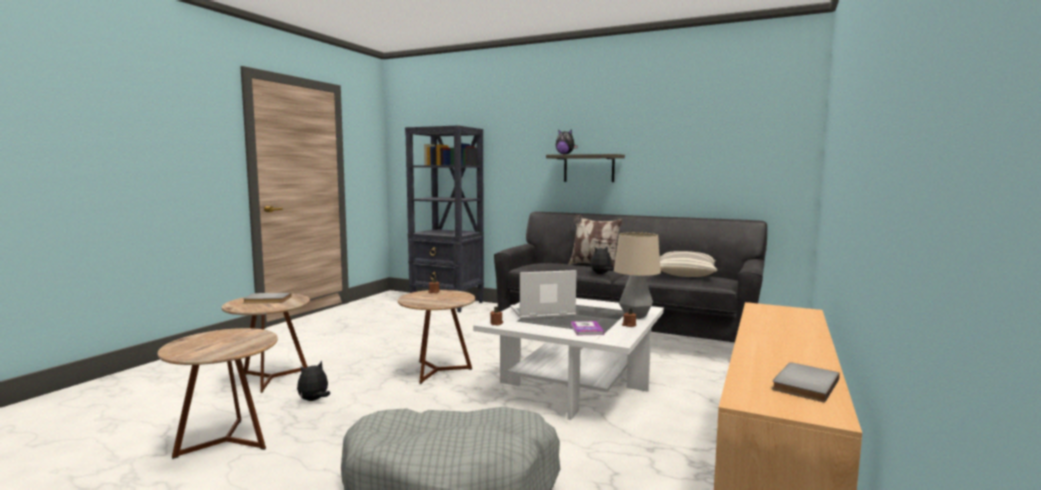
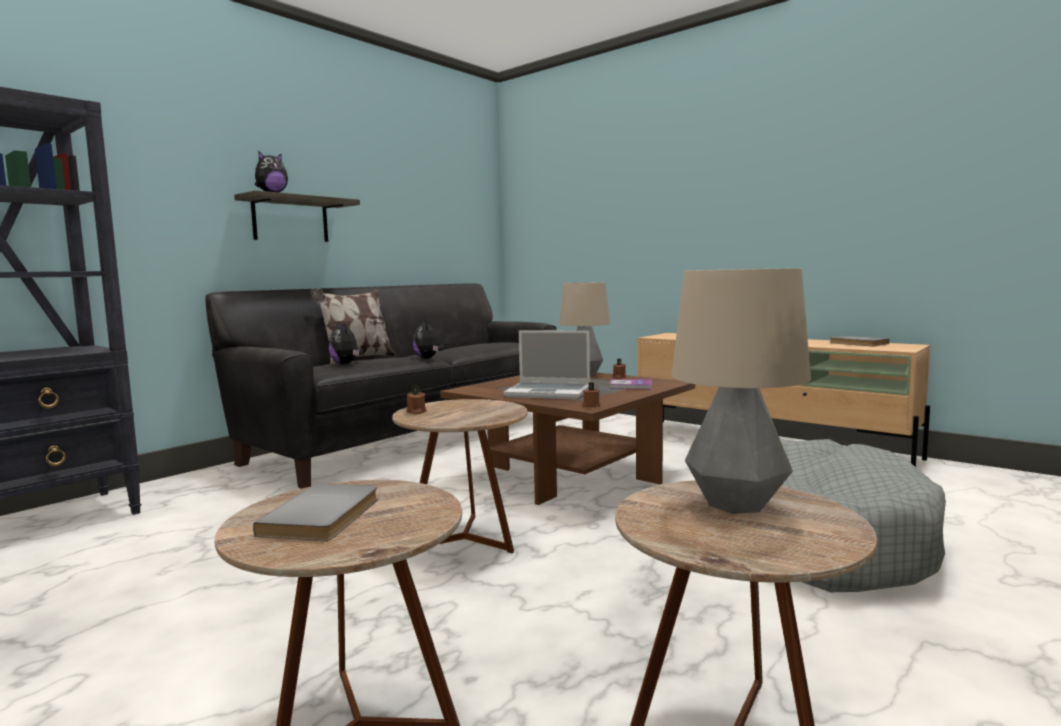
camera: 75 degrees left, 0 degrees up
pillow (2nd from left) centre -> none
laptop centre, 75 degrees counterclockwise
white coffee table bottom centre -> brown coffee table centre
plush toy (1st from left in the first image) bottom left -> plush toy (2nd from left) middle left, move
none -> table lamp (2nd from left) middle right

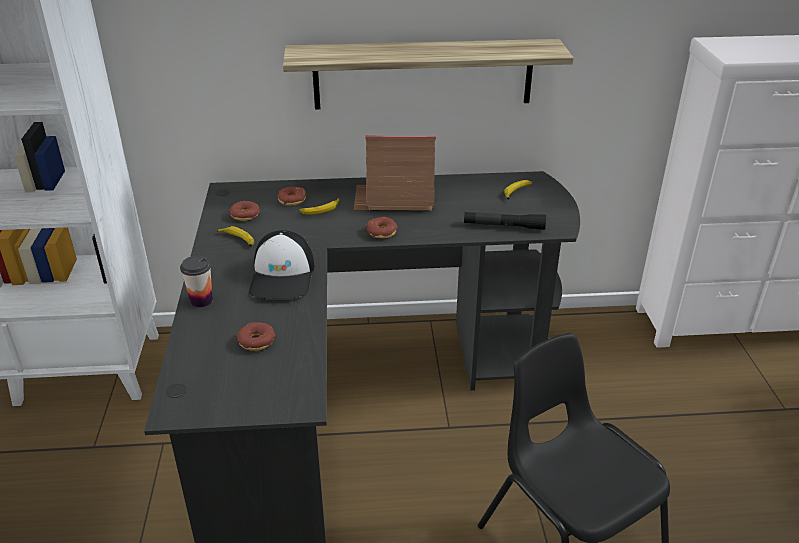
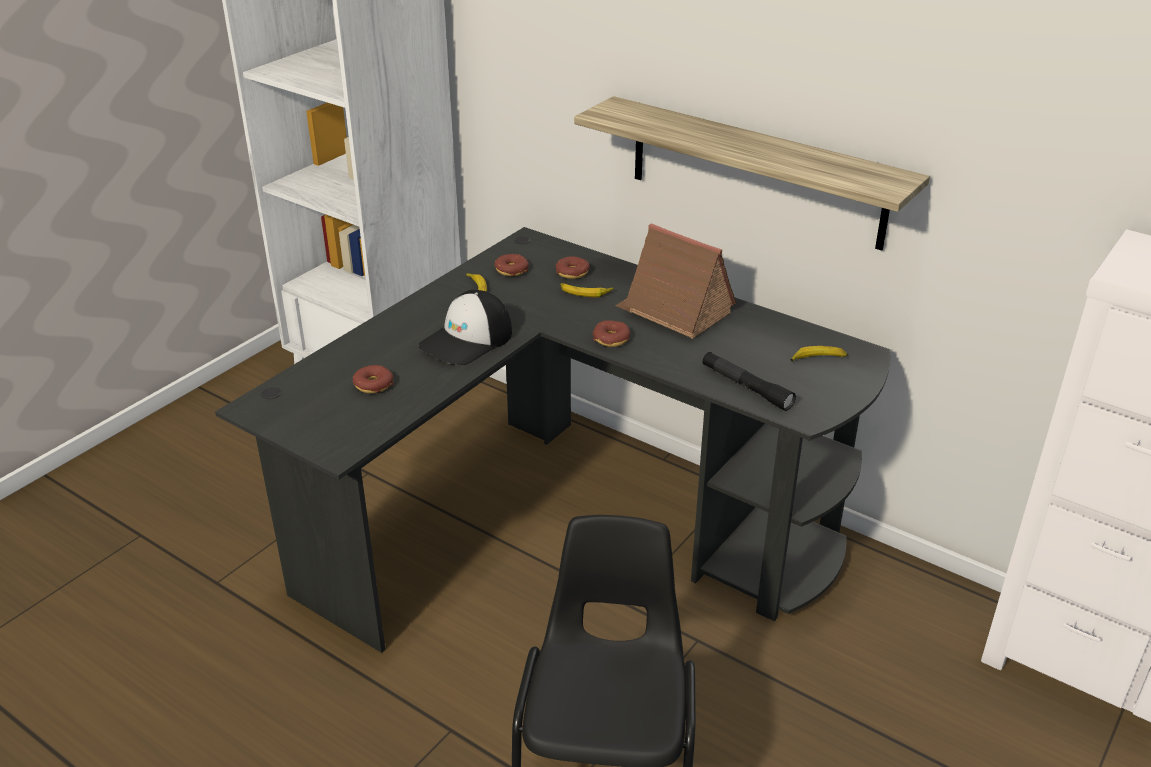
camera: 40 degrees right, 0 degrees up
cup middle left -> none

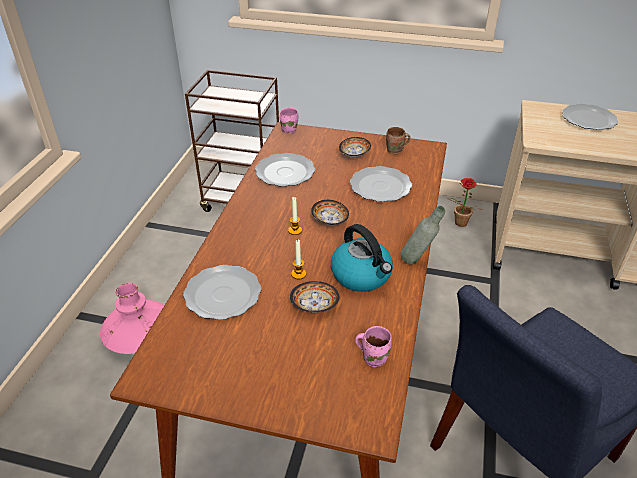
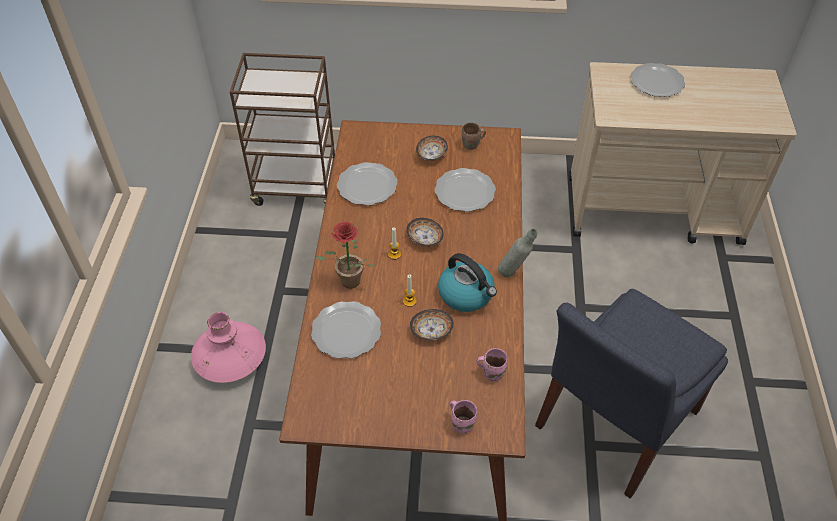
camera: 10 degrees left, 10 degrees up
pink mug (1st from left) top centre -> pink mug (1st from left) bottom centre, move
potted plant middle right -> potted plant centre, move

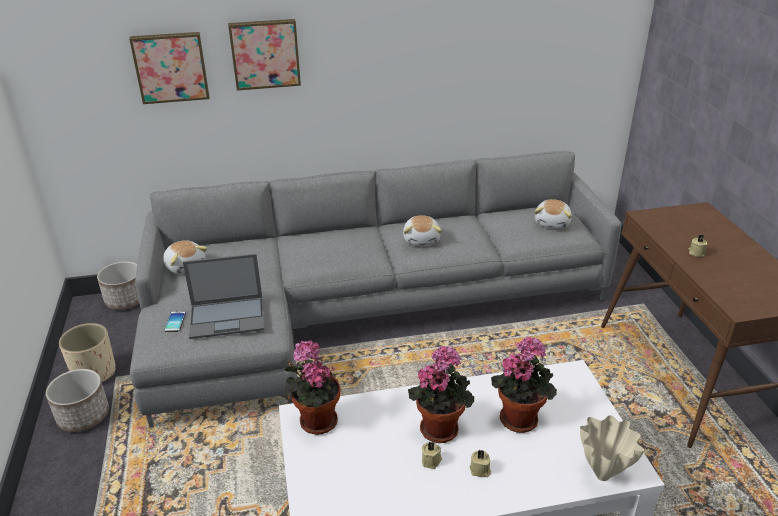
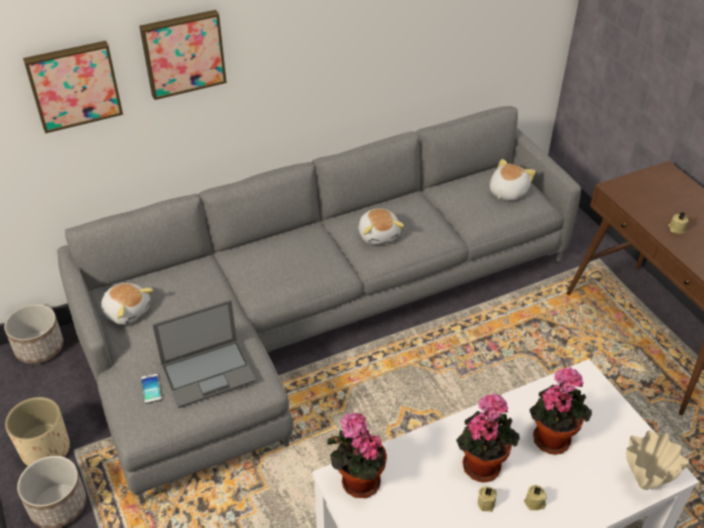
camera: 15 degrees left, 10 degrees up
plush toy (3rd from left) middle right, 150 degrees counterclockwise

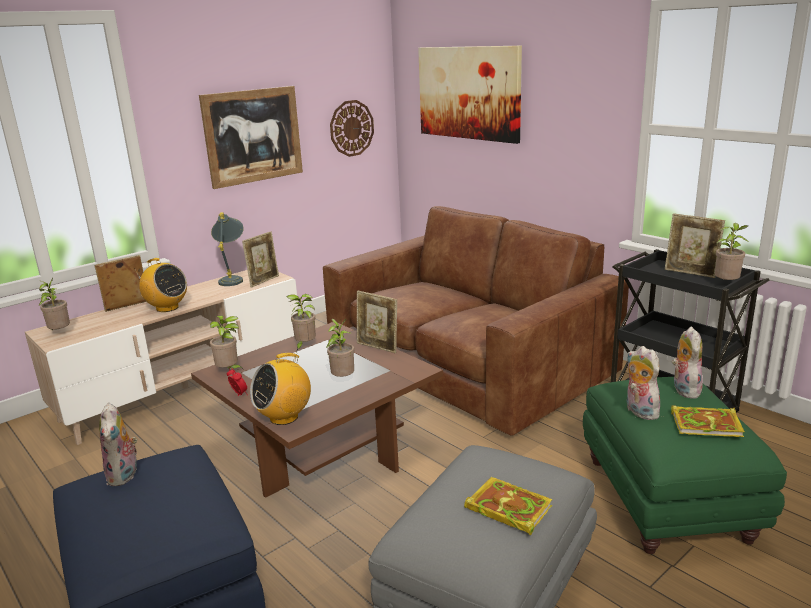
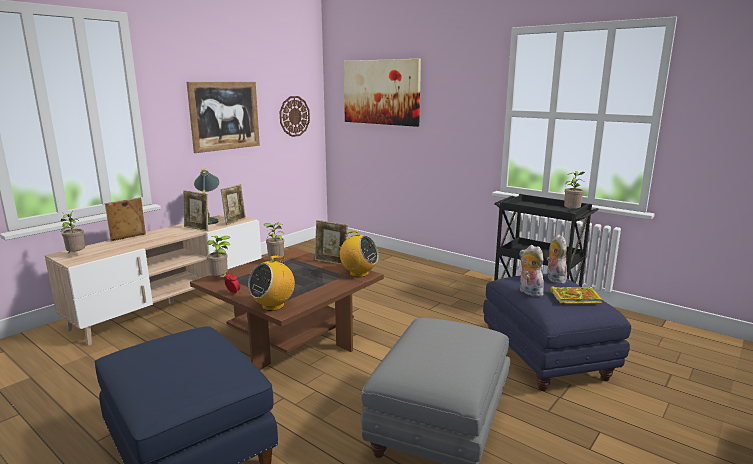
camera: 10 degrees left, 5 degrees down
brown sofa centre -> none
picture frame (4th from left in the first image) middle right -> picture frame (2nd from left) middle left, move
radio (1st from left in the first image) middle left -> radio (2nd from left) centre, move
potted plant (4th from left) centre -> none
green ottoman bottom right -> blue ottoman (2nd from left) bottom right
plush toy (1st from left) bottom left -> none
book (1st from left) bottom centre -> none

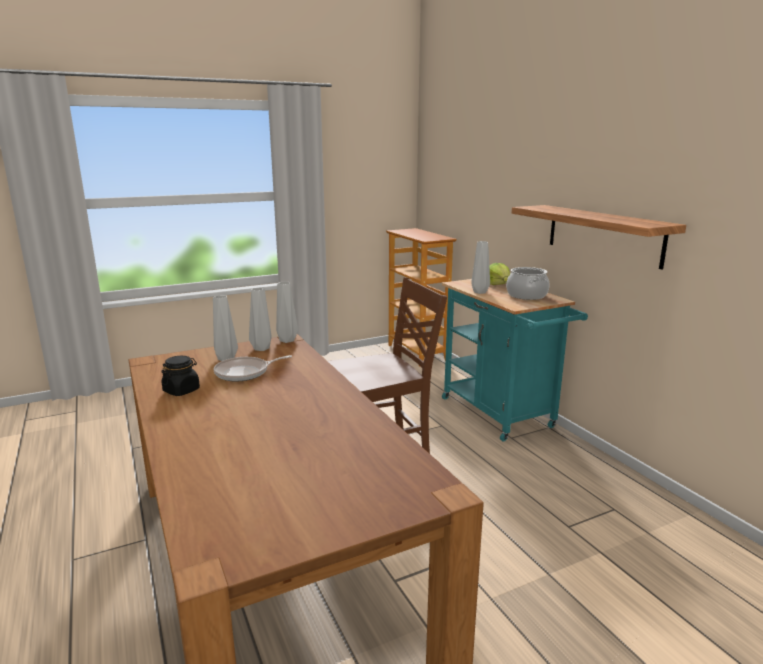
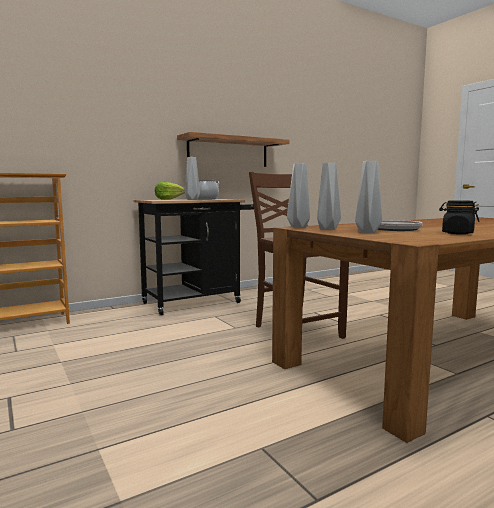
camera: 95 degrees left, 10 degrees down
turquoise cart middle right -> black cart centre

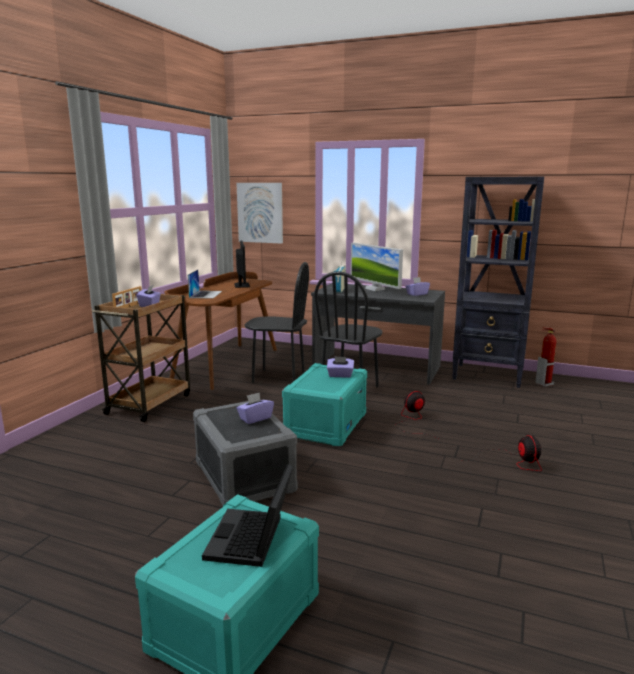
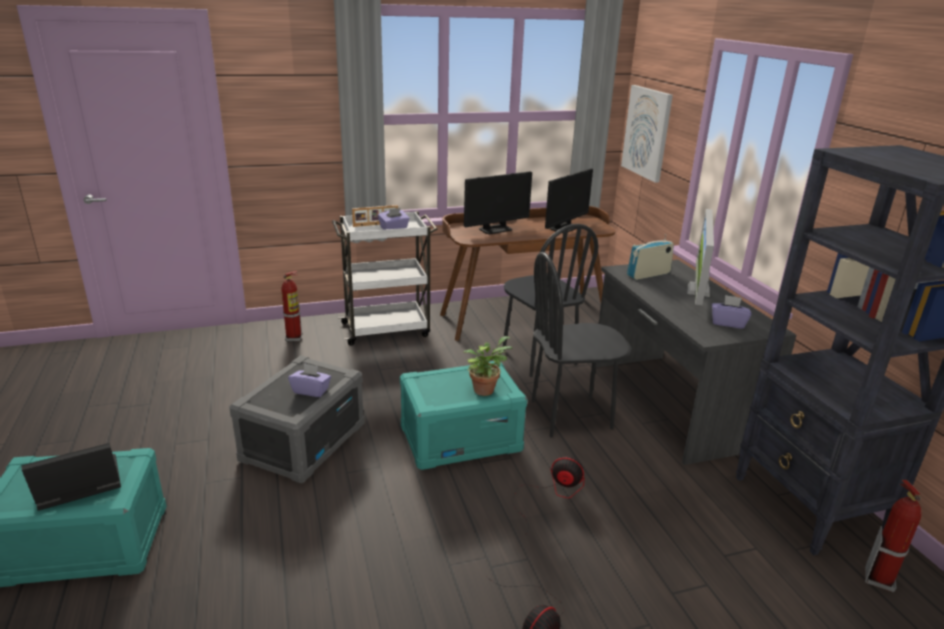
camera: 50 degrees right, 10 degrees up
laptop (1st from left) middle left -> monitor (1st from left) top centre
brown cart middle left -> white cart centre
purple tissue box (3rd from left) centre -> potted plant centre
none -> fire extinguisher (1st from left) middle left

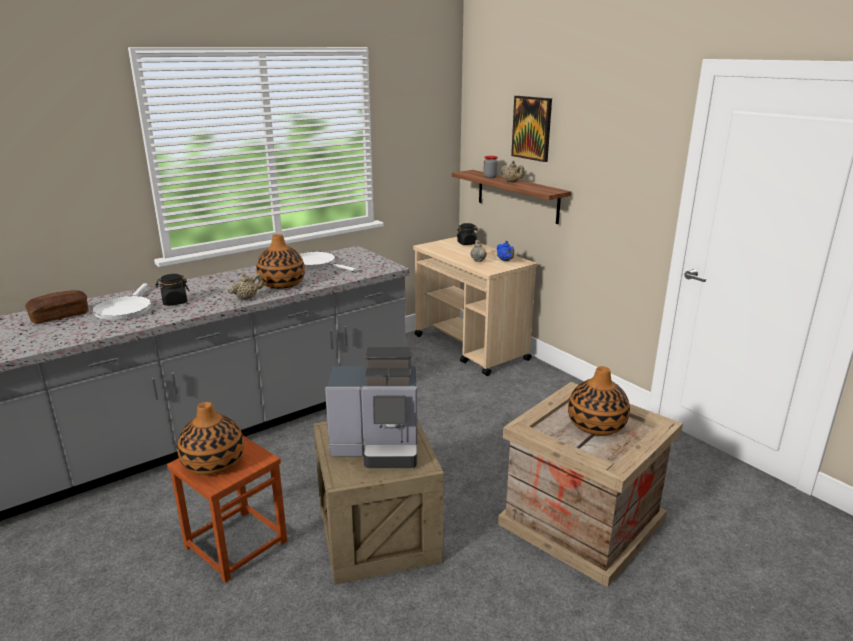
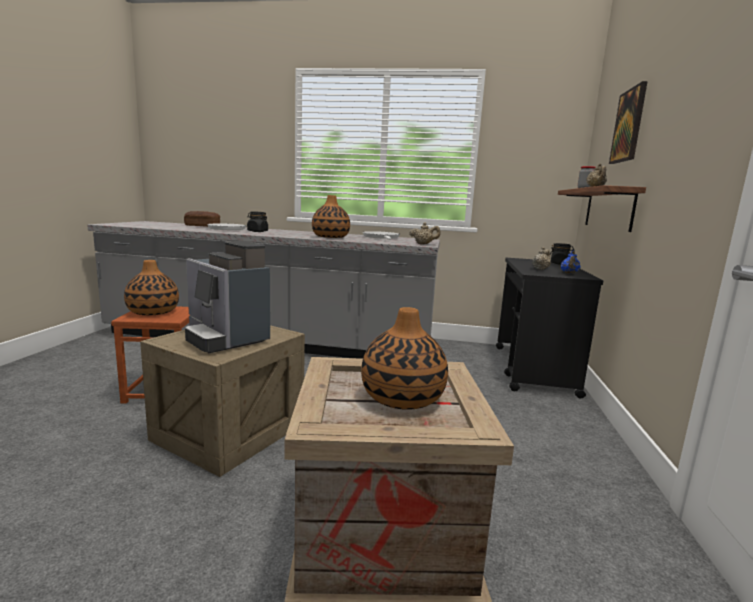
camera: 45 degrees right, 10 degrees down
beige cart centre -> black cart middle right
beige teapot (1st from left) middle left -> beige teapot (1st from left) centre, move

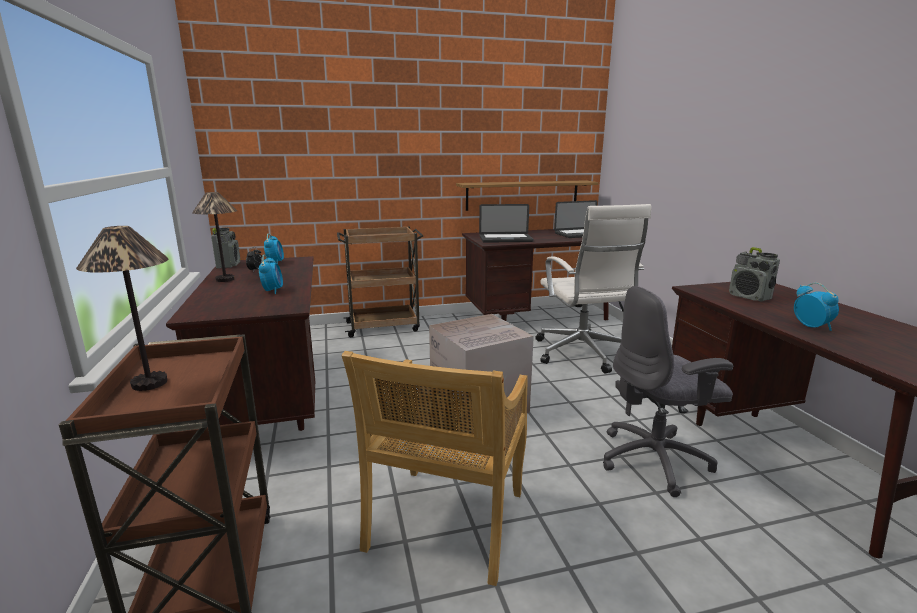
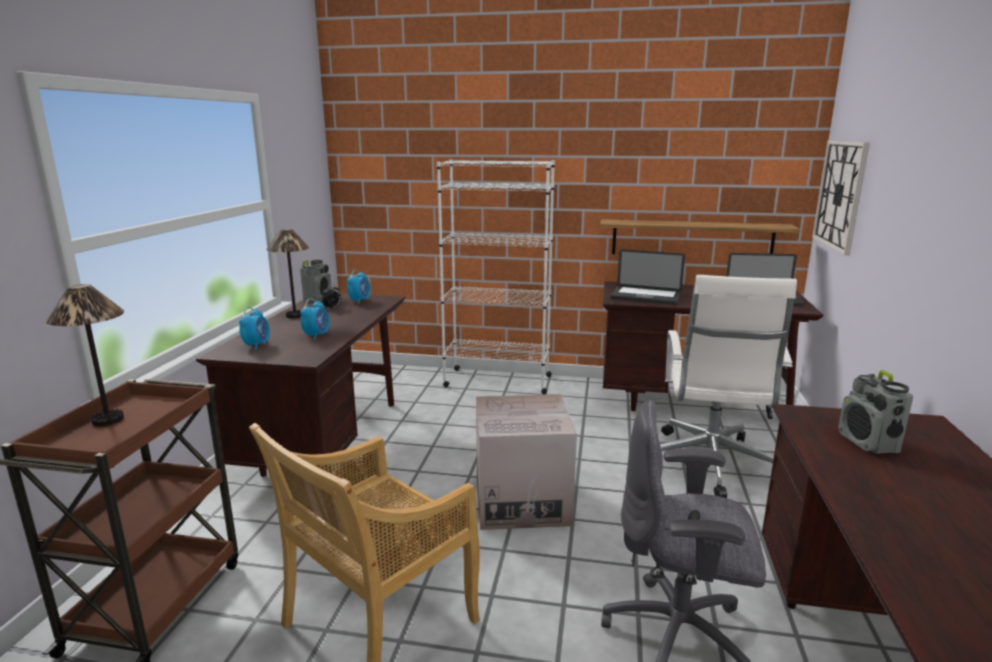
camera: 25 degrees right, 0 degrees up
brown cart (2nd from left) centre -> white bookcase centre
alarm clock (4th from left in the first image) middle right -> alarm clock (1st from left) middle left, move
none -> wall clock top right

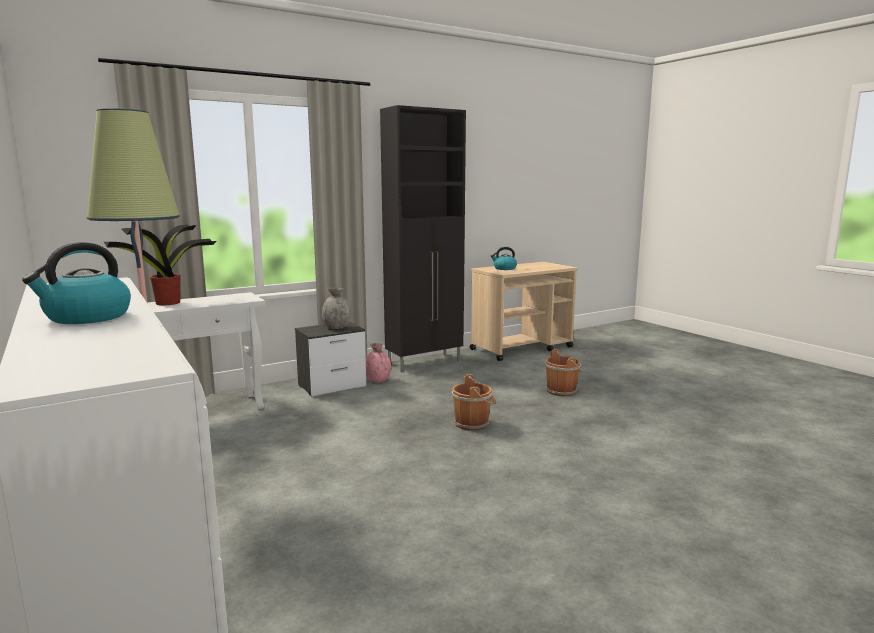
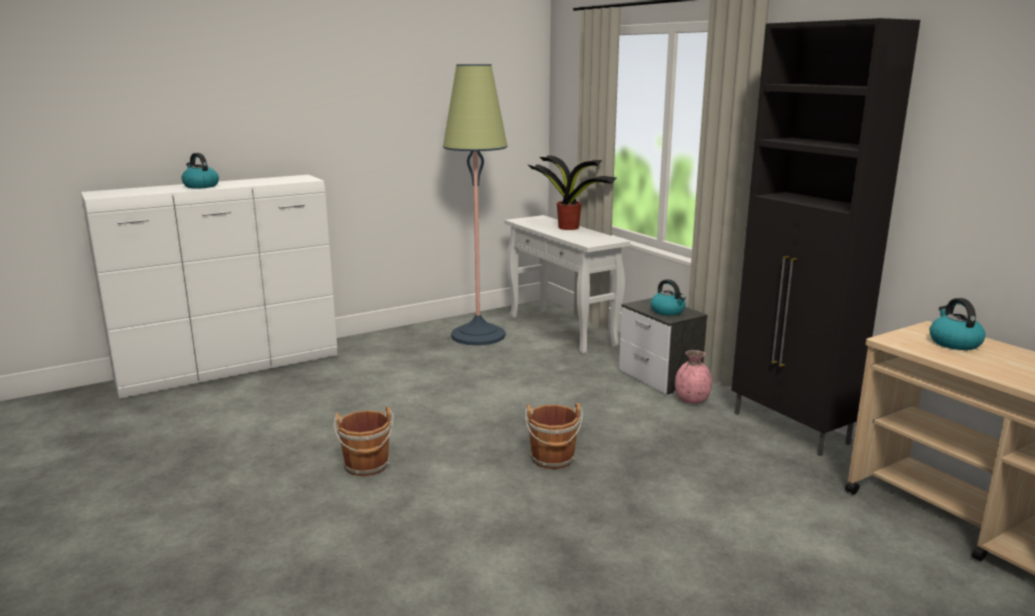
camera: 90 degrees right, 5 degrees up
grey vase centre -> kettle (2nd from left) centre
brown bucket (2nd from left in the first image) centre -> brown bucket (1st from left) bottom centre, move

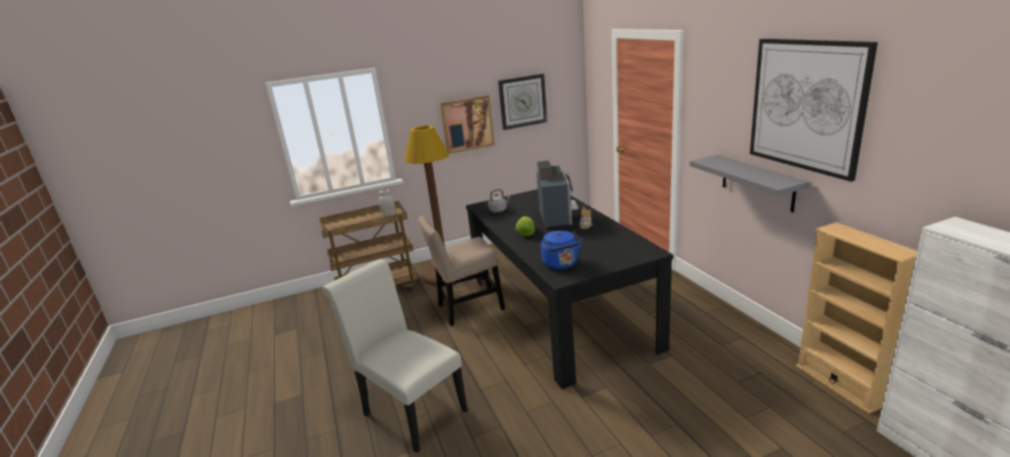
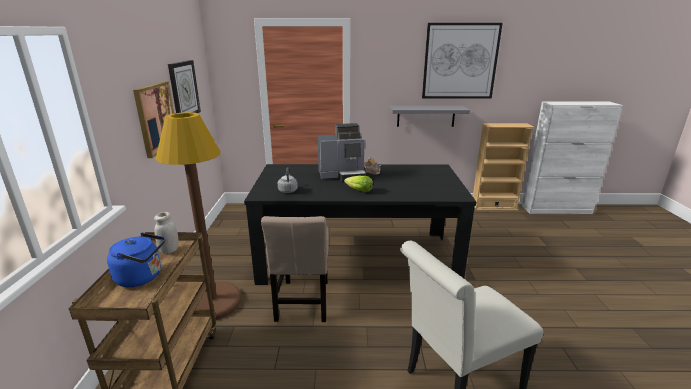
camera: 70 degrees left, 0 degrees up
coffee machine centre, 150 degrees clockwise
blue kettle centre -> blue kettle bottom left, move

